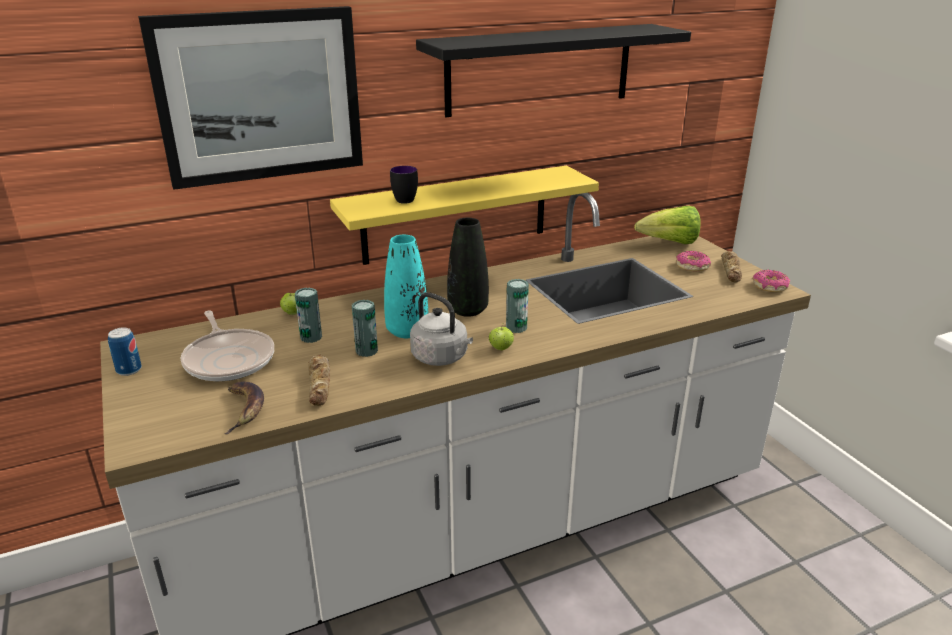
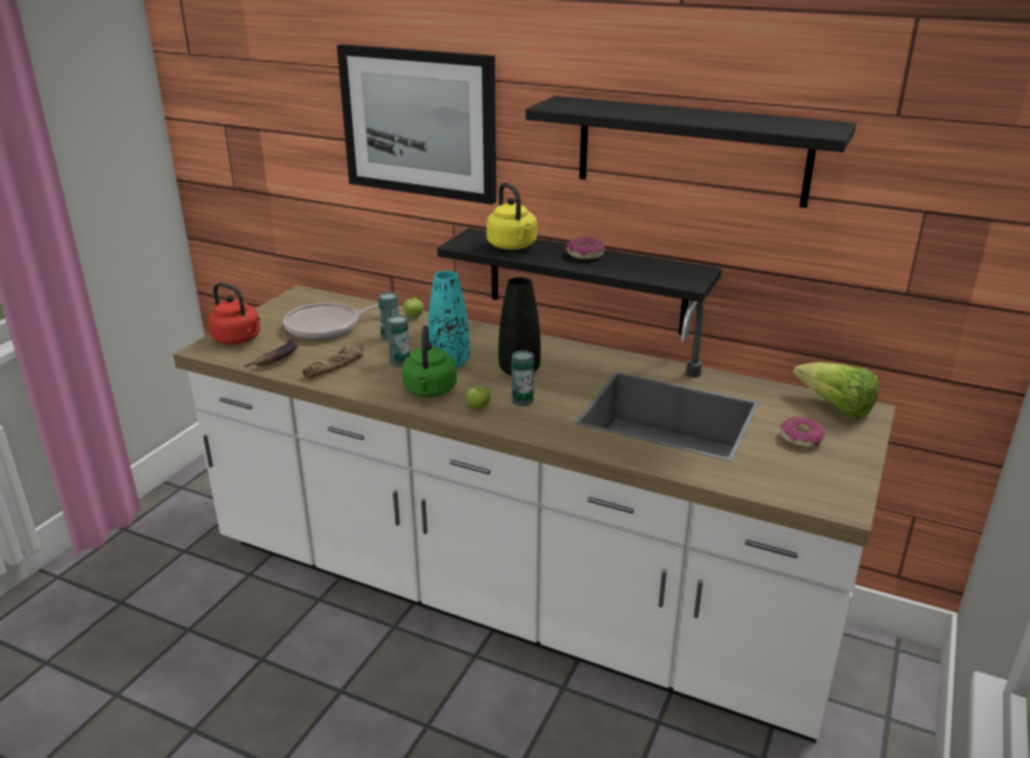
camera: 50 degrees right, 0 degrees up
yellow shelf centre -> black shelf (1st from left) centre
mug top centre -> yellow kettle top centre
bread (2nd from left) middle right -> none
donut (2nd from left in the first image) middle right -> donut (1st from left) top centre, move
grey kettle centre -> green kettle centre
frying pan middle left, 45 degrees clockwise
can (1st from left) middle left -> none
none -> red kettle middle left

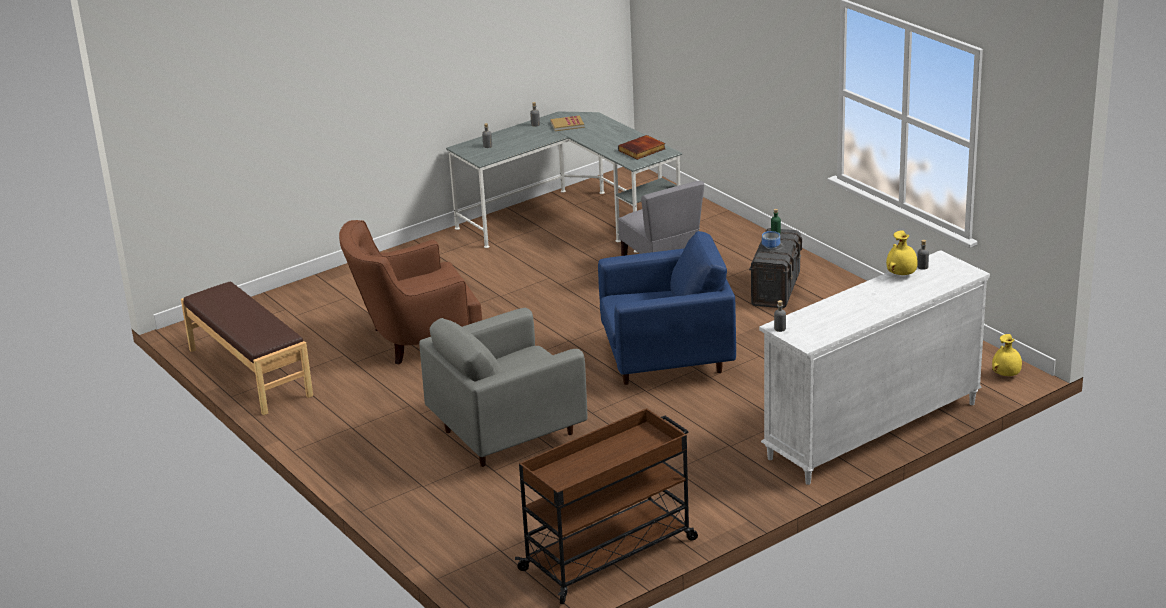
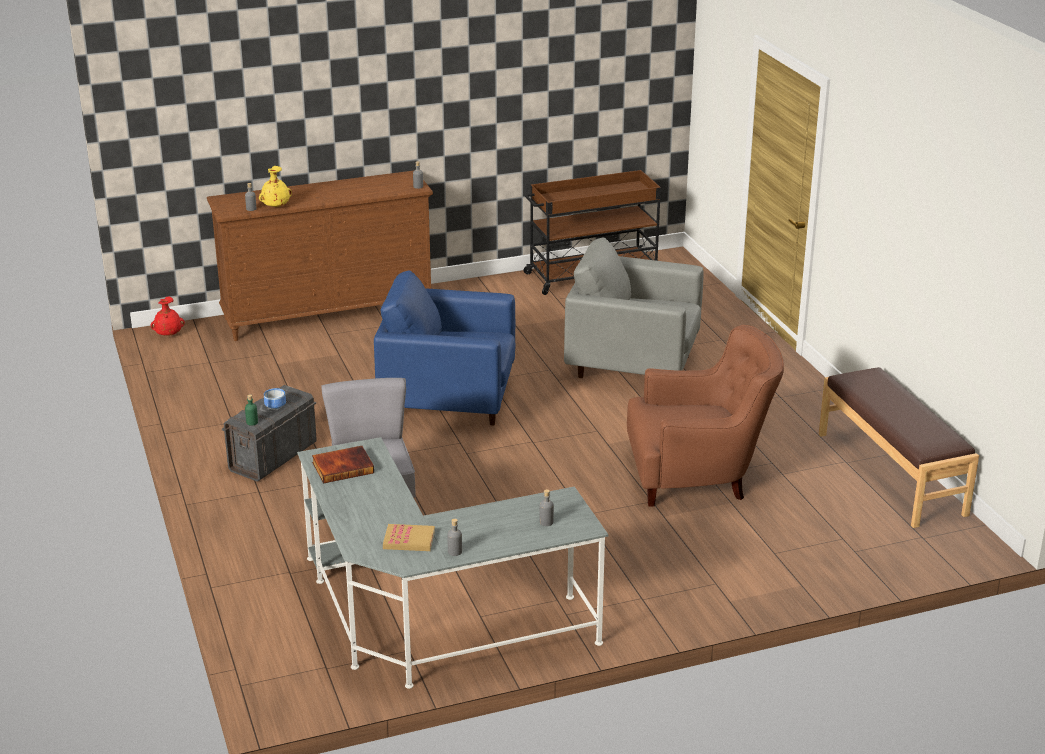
camera: 165 degrees left, 0 degrees up
white dresser middle right -> brown dresser middle left
grey armchair centre, 150 degrees counterclockwise
yellow vase (2nd from left) middle right -> red vase middle left

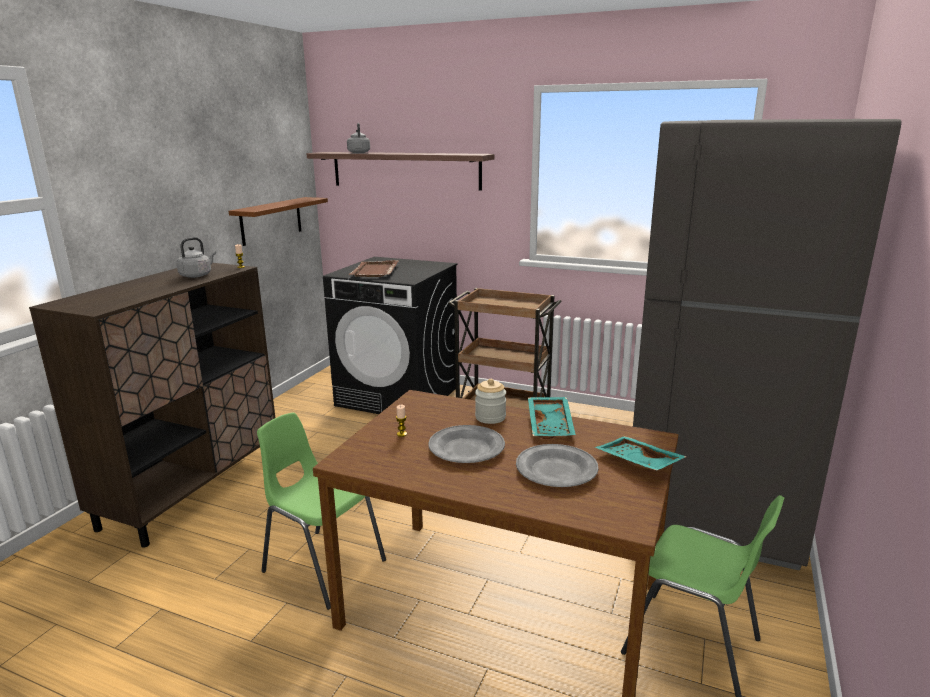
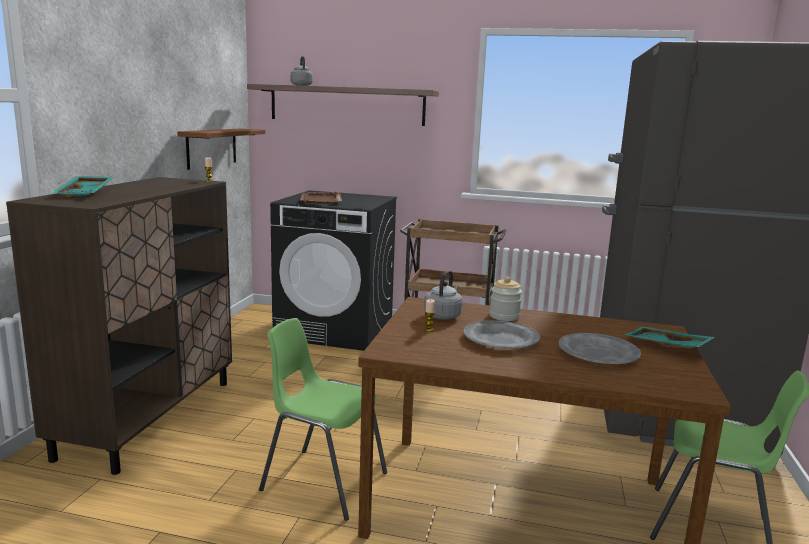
camera: 10 degrees left, 5 degrees down
grey kettle (1st from left in the first image) middle left -> grey kettle (2nd from left) centre, move
turquoise tray (1st from left) centre -> turquoise tray (1st from left) middle left, move

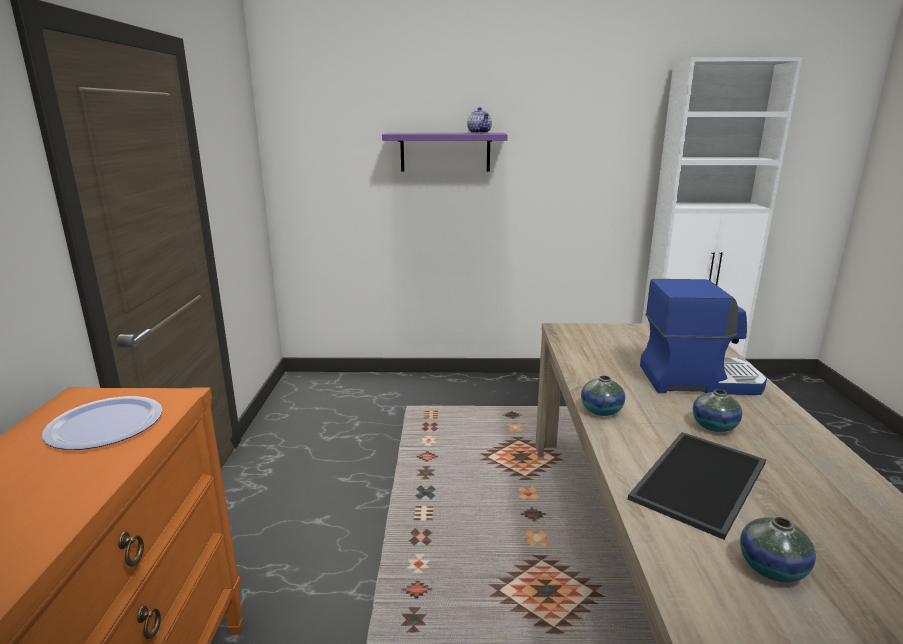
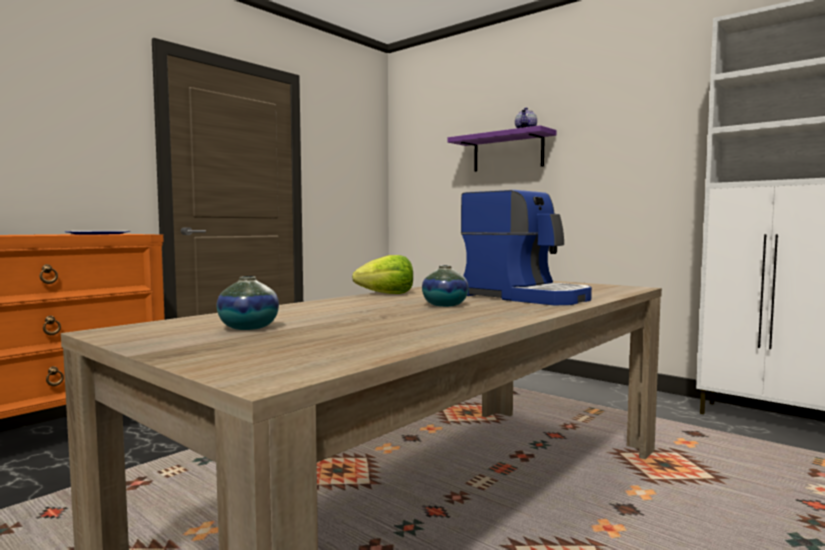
camera: 40 degrees right, 15 degrees down
vase (1st from left) middle right -> lettuce centre
tray bottom right -> none

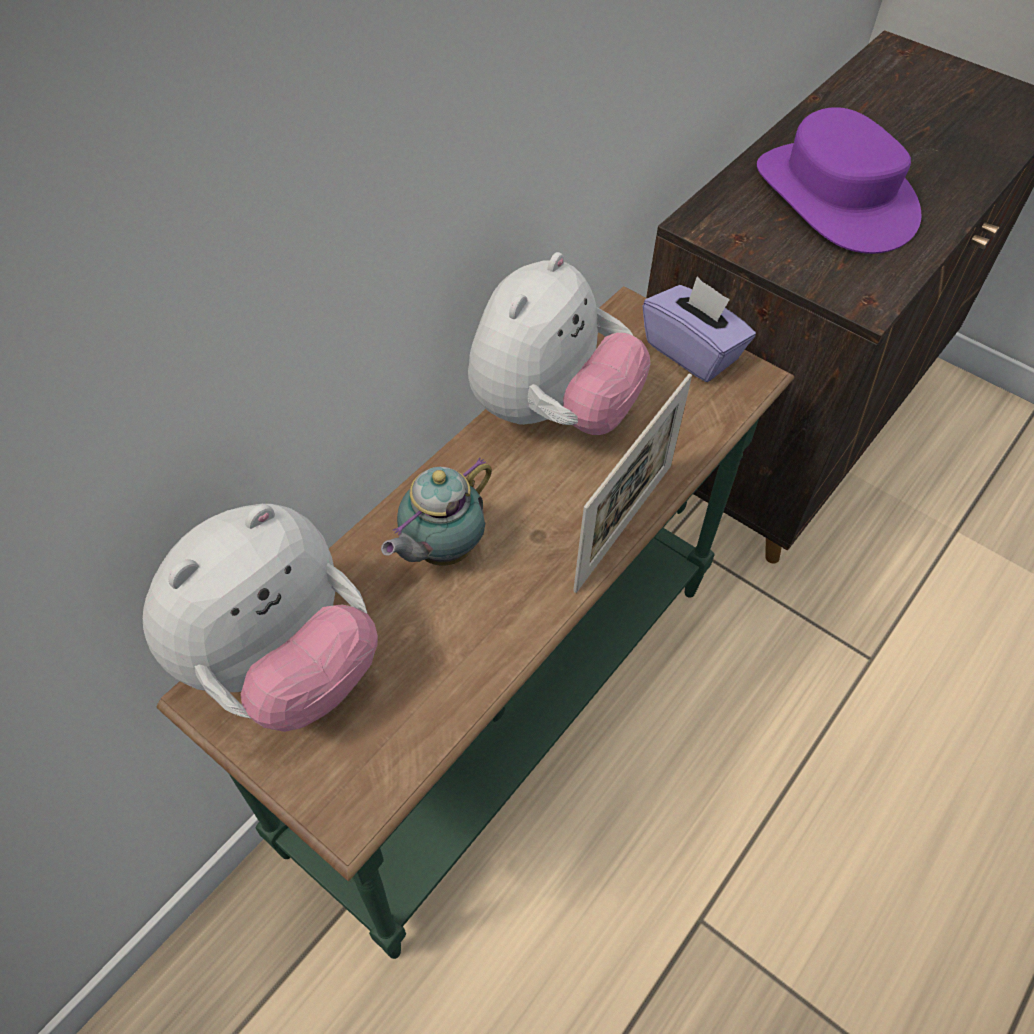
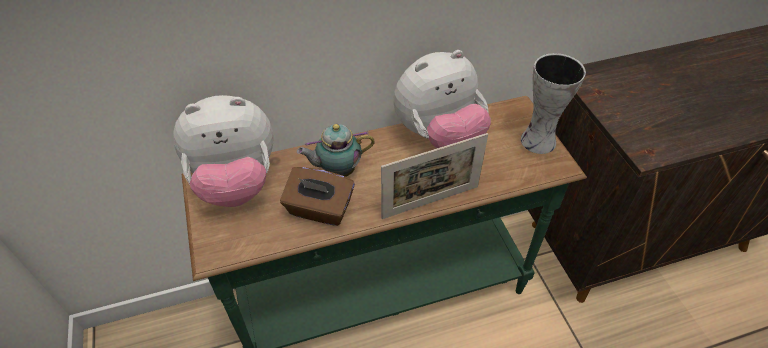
camera: 35 degrees right, 5 degrees down
purple hat top right -> none
purple tissue box top right -> vase top right
none -> brown tissue box centre

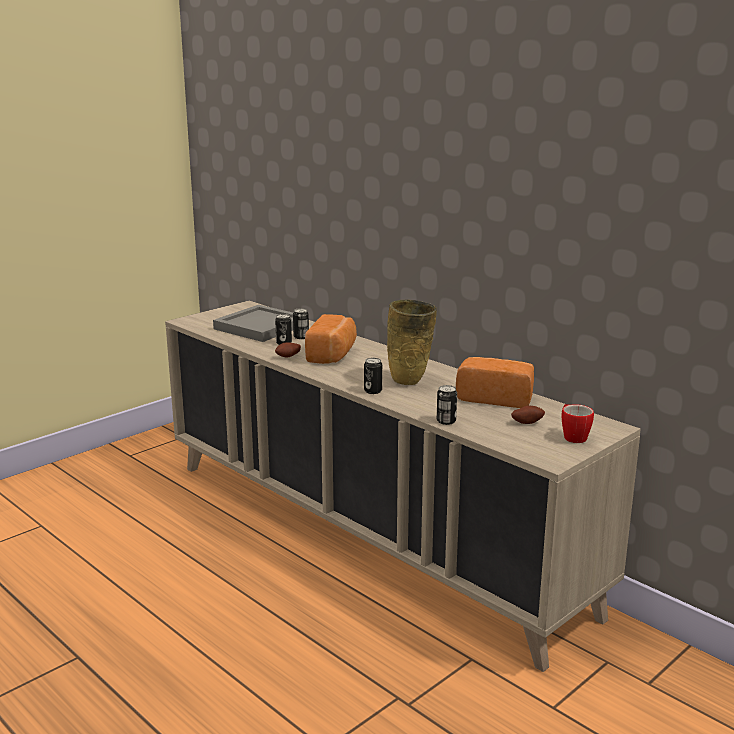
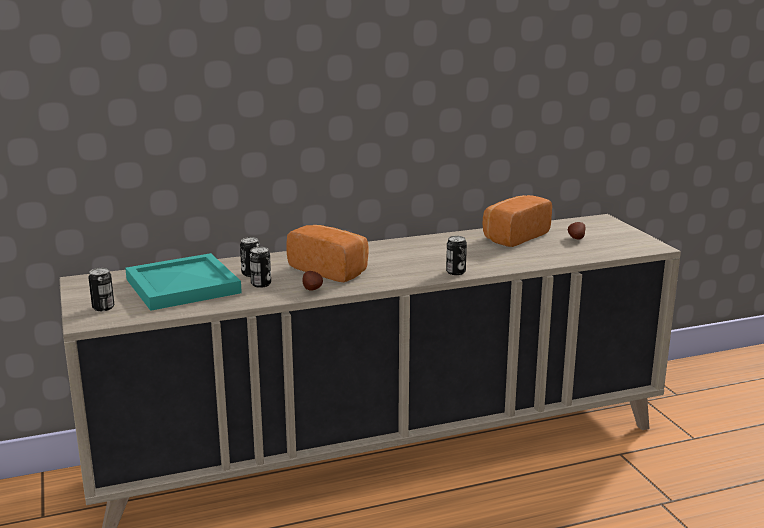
camera: 65 degrees left, 0 degrees up
beige vase centre -> none
grey tray centre -> turquoise tray middle left
can (4th from left in the first image) centre -> can (1st from left) middle left, move
mug middle right -> none

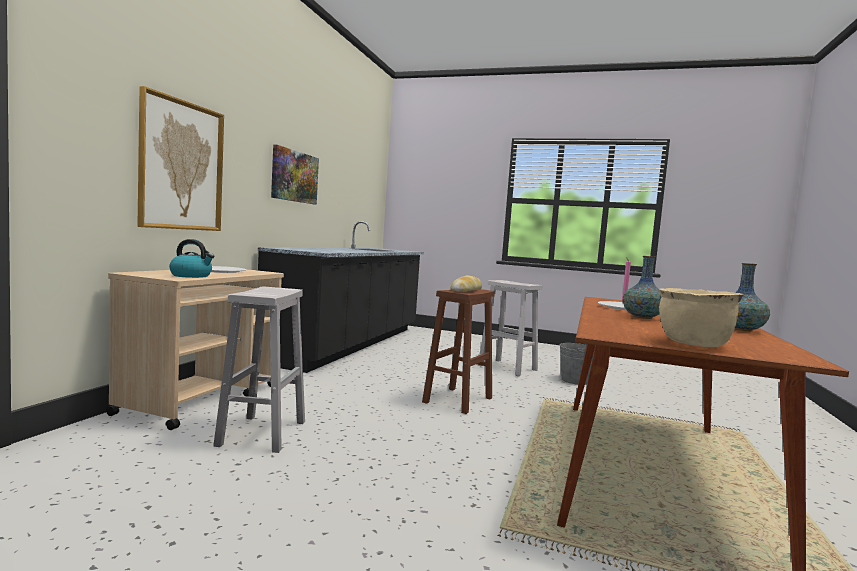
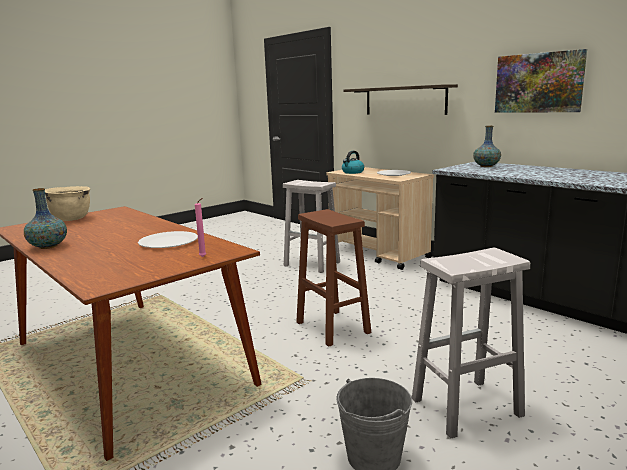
camera: 120 degrees right, 10 degrees up
picture (1st from left) top left -> shelf top centre
vase (1st from left in the first image) middle right -> vase (2nd from left) top right, move
bread centre -> none

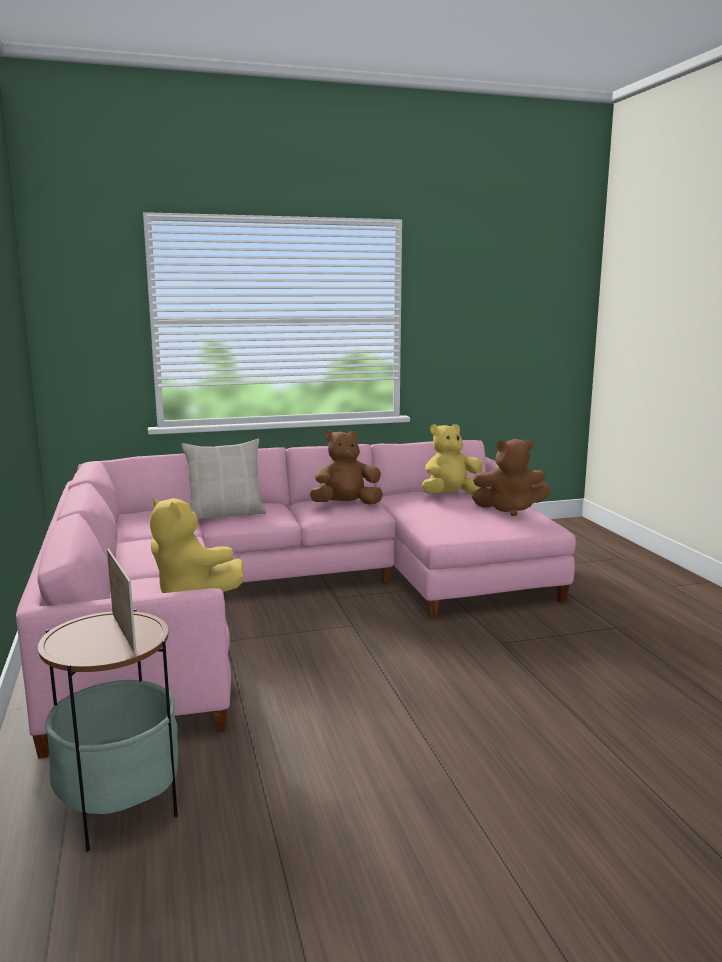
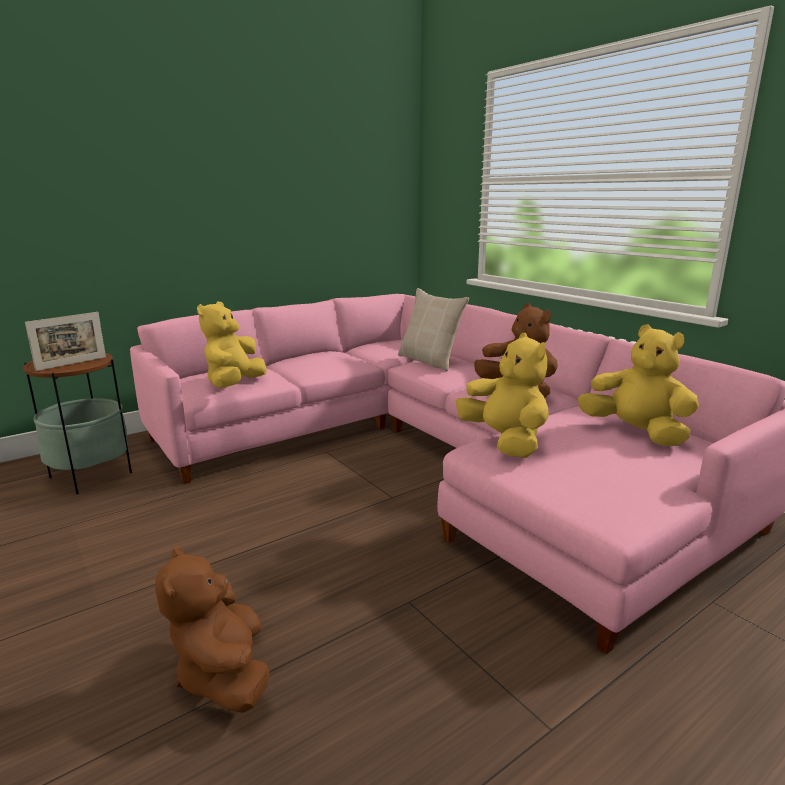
camera: 70 degrees right, 5 degrees up
brown plush toy (2nd from left in the first image) middle right -> brown plush toy (1st from left) bottom left, move
none -> yellow plush toy (2nd from left) centre

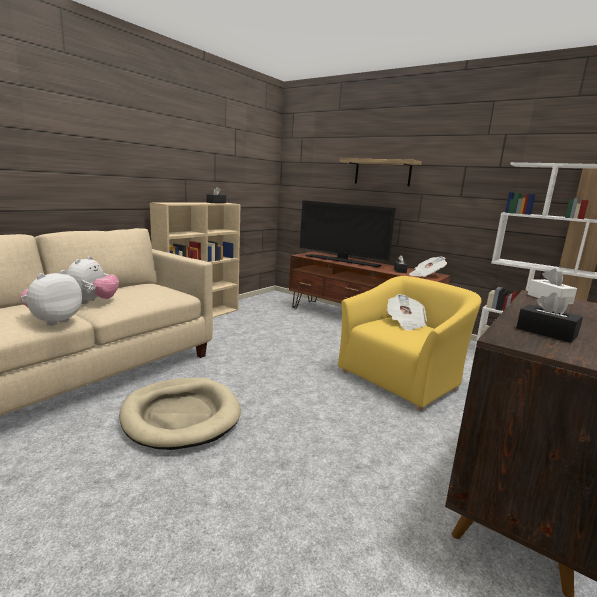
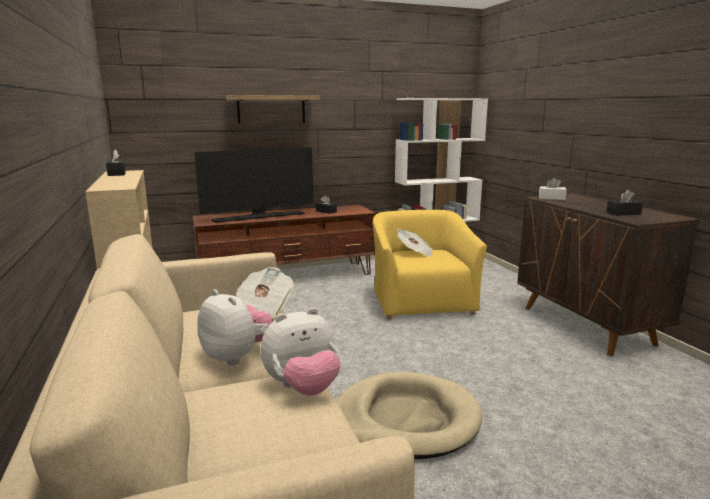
camera: 55 degrees left, 0 degrees up
newspaper (2nd from left in the first image) middle right -> newspaper (1st from left) centre, move
plush toy (1st from left in the first image) middle left -> plush toy (2nd from left) bottom centre, 90 degrees counterclockwise

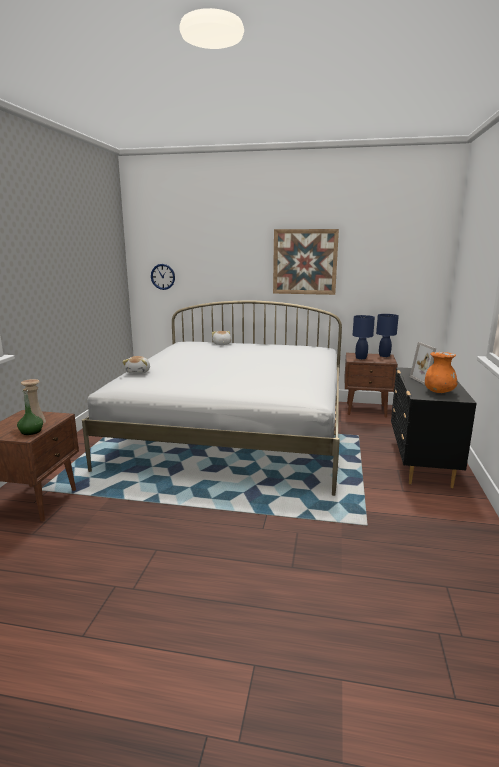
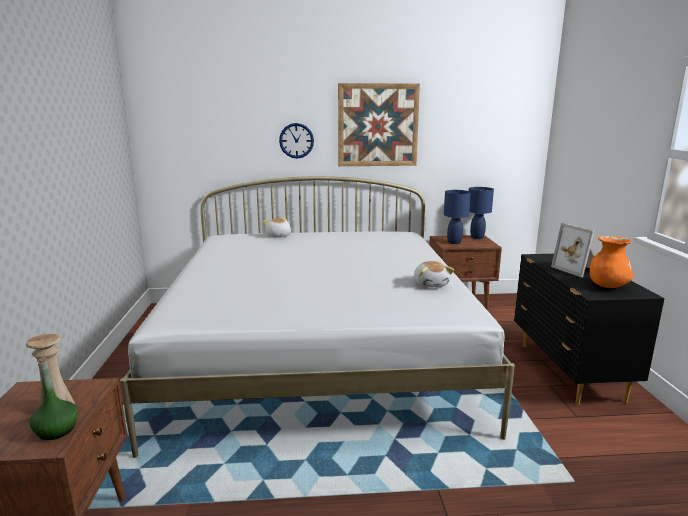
camera: 15 degrees left, 0 degrees up
wall clock middle left -> wall clock top centre, move
plush toy (1st from left in the first image) middle left -> plush toy (2nd from left) centre, move

